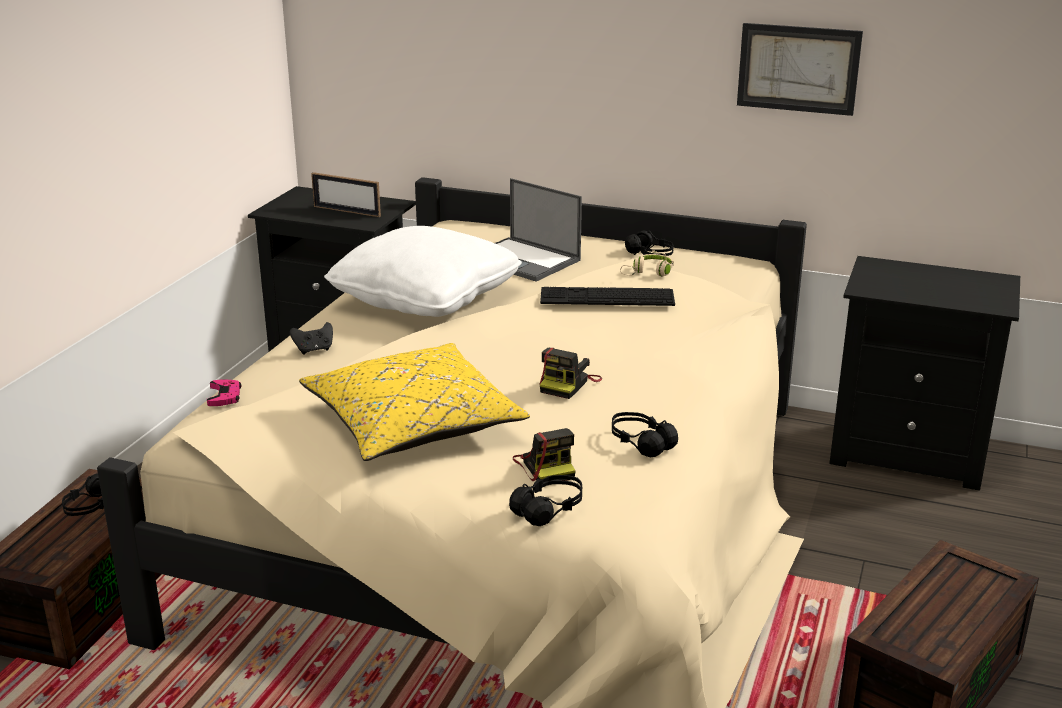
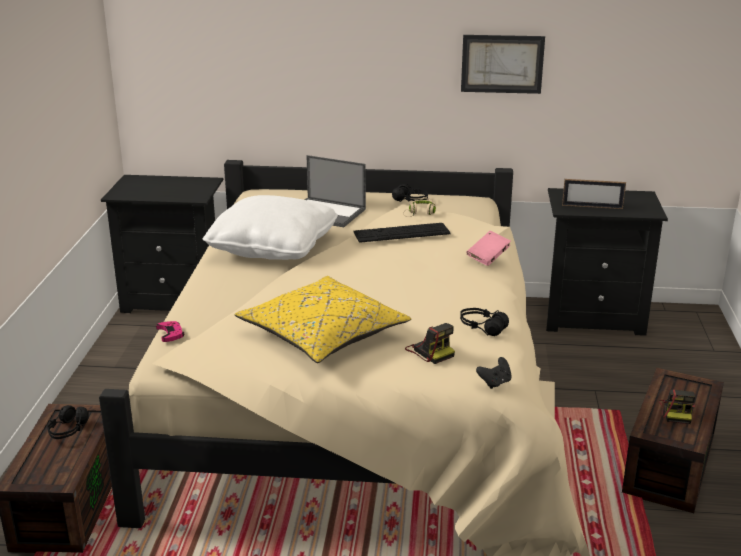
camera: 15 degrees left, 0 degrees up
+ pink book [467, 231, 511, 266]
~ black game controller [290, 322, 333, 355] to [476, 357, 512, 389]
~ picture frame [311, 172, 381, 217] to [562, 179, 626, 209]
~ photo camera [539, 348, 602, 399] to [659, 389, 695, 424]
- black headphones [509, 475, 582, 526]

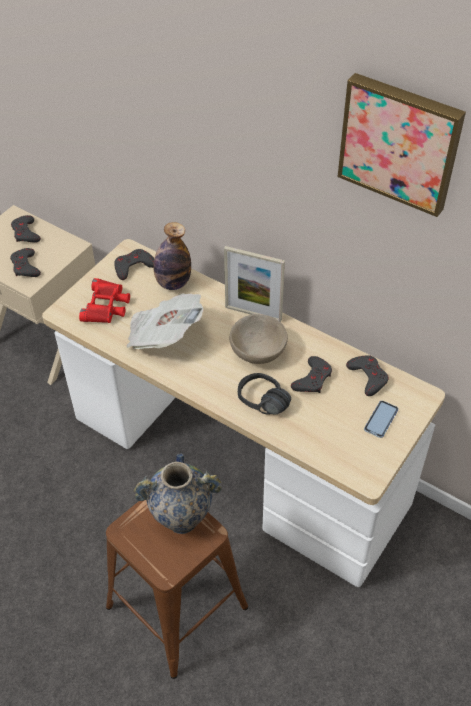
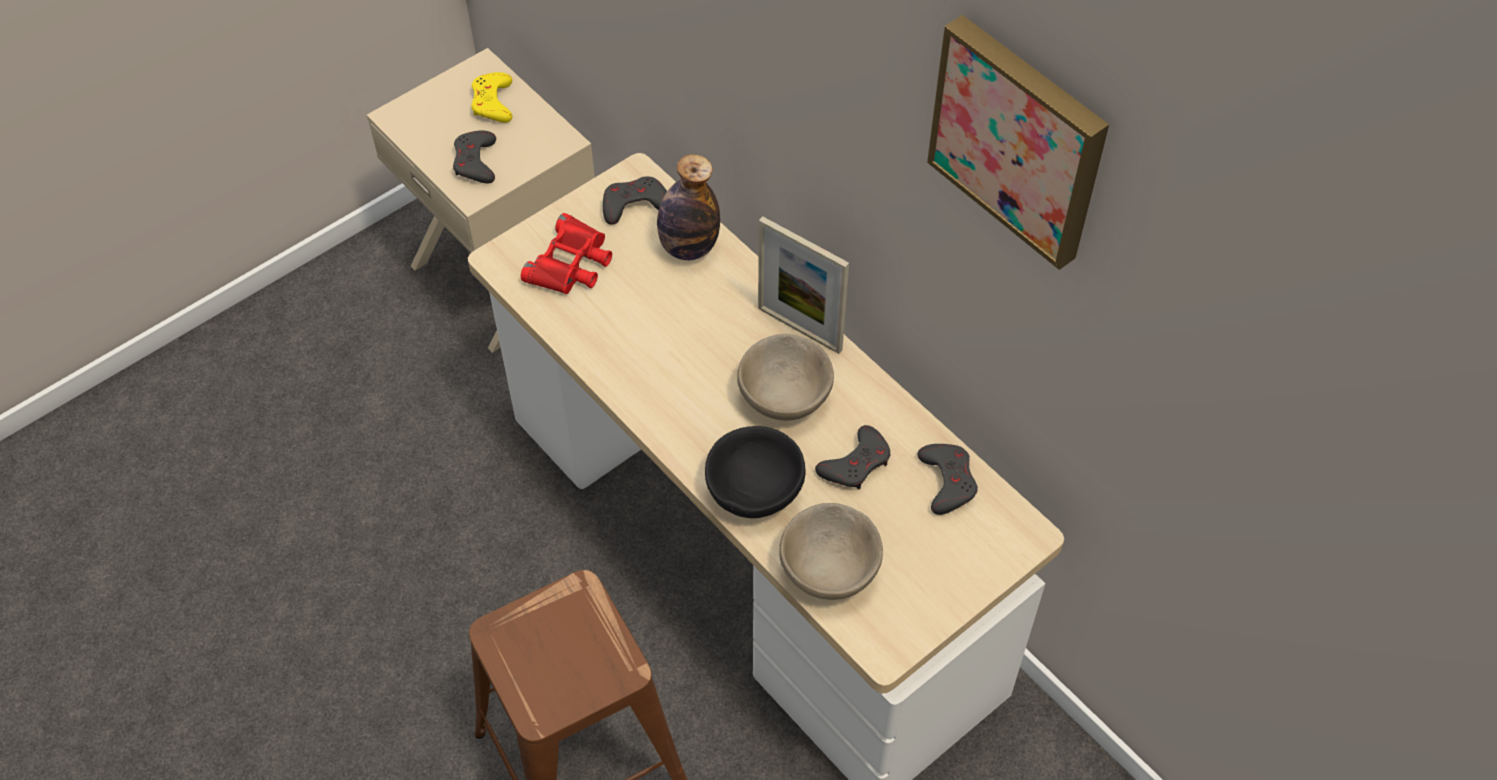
camera: 15 degrees right, 5 degrees up
~ grey game controller [11, 215, 41, 243] to yellow game controller [471, 72, 512, 123]
~ black headphones [238, 373, 291, 415] to black bowl [705, 426, 806, 518]
+ beige bowl [779, 503, 883, 600]
- newspaper [126, 294, 204, 349]
- vase [134, 453, 222, 534]
- phone [364, 401, 398, 438]

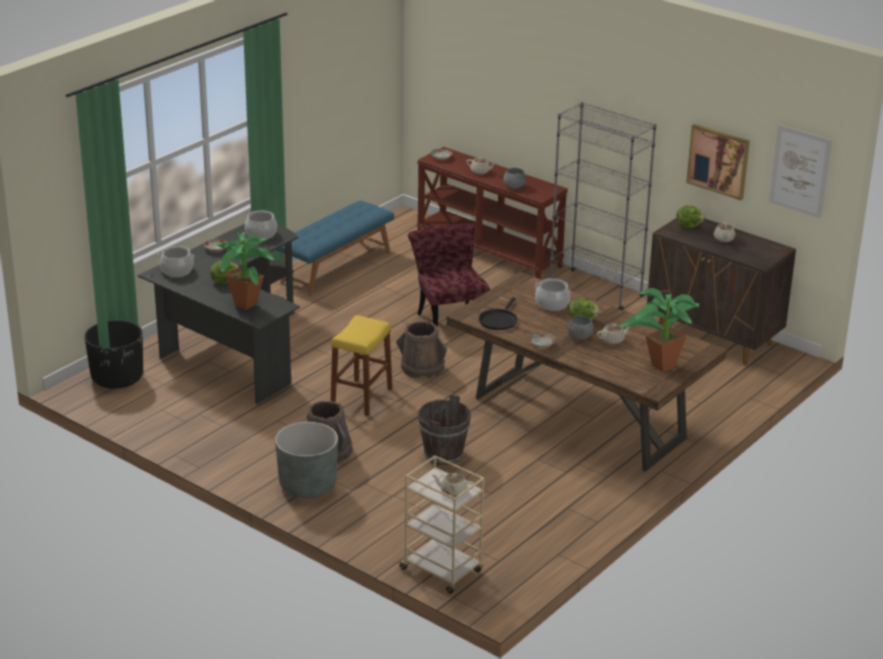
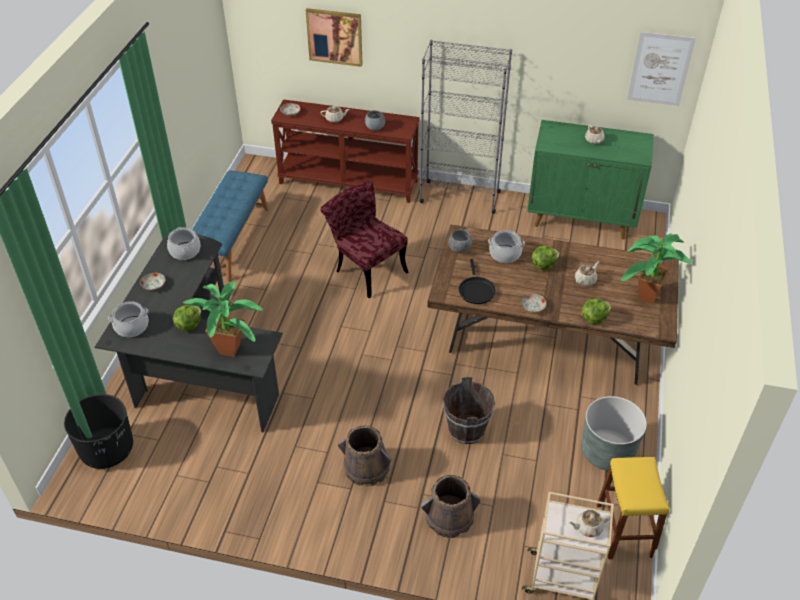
camera: 25 degrees left, 15 degrees up
~ picture [686, 124, 750, 200] to [306, 8, 363, 67]
~ brown bucket [396, 321, 447, 379] to [421, 475, 480, 538]
~ grey bowl [567, 315, 594, 340] to [448, 230, 472, 253]
~ brown cabinet [647, 218, 796, 366] to green cabinet [527, 120, 654, 240]
~ grey planter [275, 422, 338, 498] to [581, 396, 647, 471]
~ lettuce [676, 205, 705, 228] to [582, 298, 611, 325]
~ yellow stool [331, 315, 393, 416] to [597, 457, 670, 559]

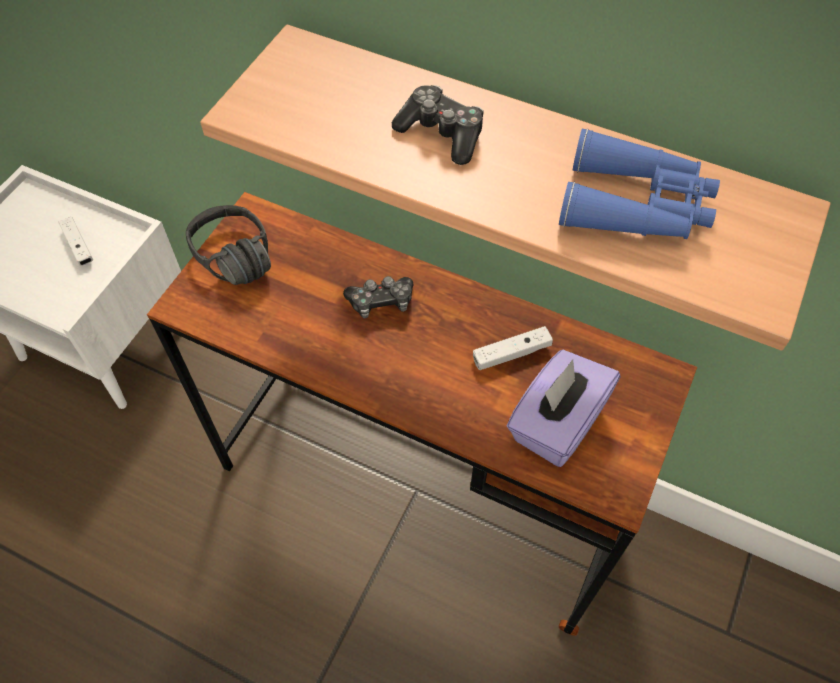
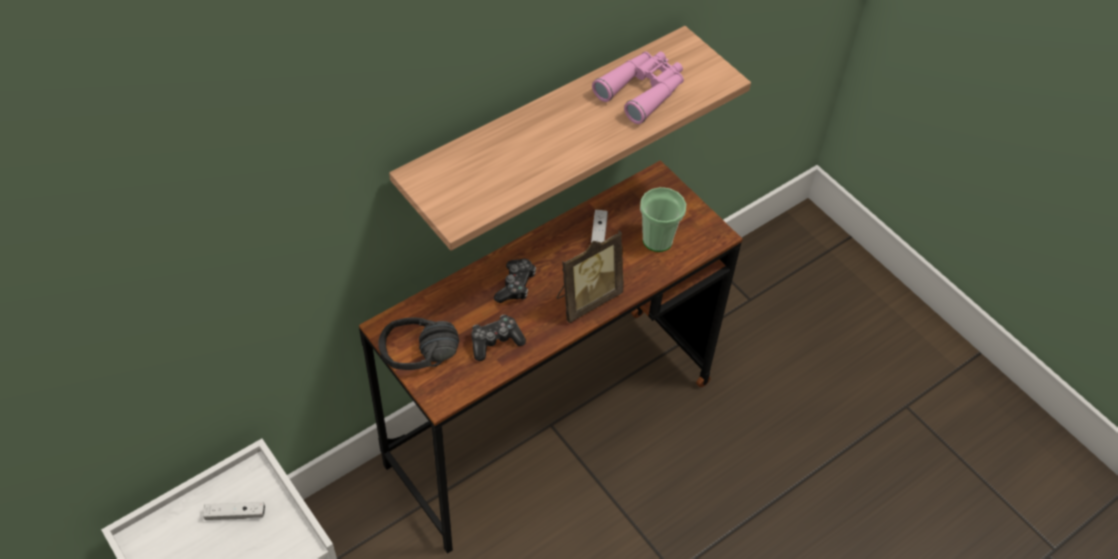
camera: 65 degrees left, 5 degrees down
~ game controller [392, 85, 484, 165] to [471, 315, 526, 361]
+ picture frame [556, 231, 624, 323]
~ blue binoculars [559, 129, 720, 239] to pink binoculars [592, 51, 684, 124]
~ purple tissue box [507, 350, 620, 467] to cup [640, 187, 686, 252]

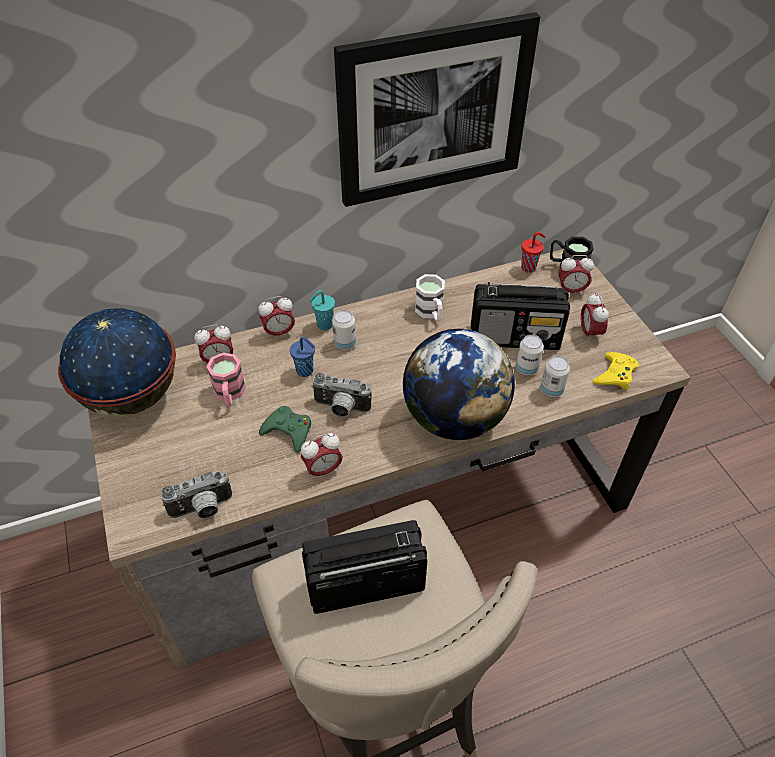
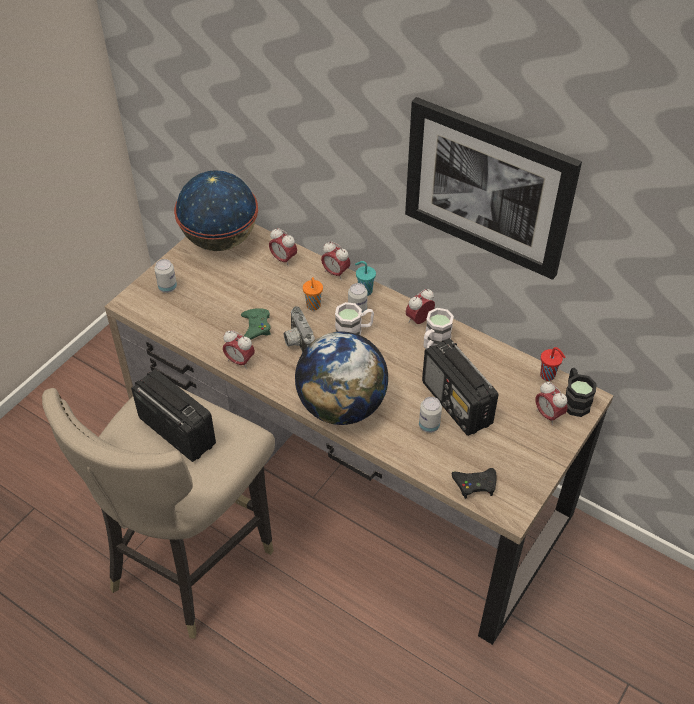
camera: 55 degrees right, 0 degrees up
~ can [541, 356, 570, 397] to [154, 259, 177, 293]
~ blue cup [290, 337, 315, 377] to orange cup [303, 277, 323, 310]
+ white mug [335, 302, 374, 336]
~ alarm clock [581, 293, 609, 342] to [406, 289, 435, 324]
~ yellow game controller [593, 352, 639, 389] to black game controller [451, 468, 496, 499]
- photo camera [161, 471, 232, 519]
- pink mug [206, 353, 246, 406]

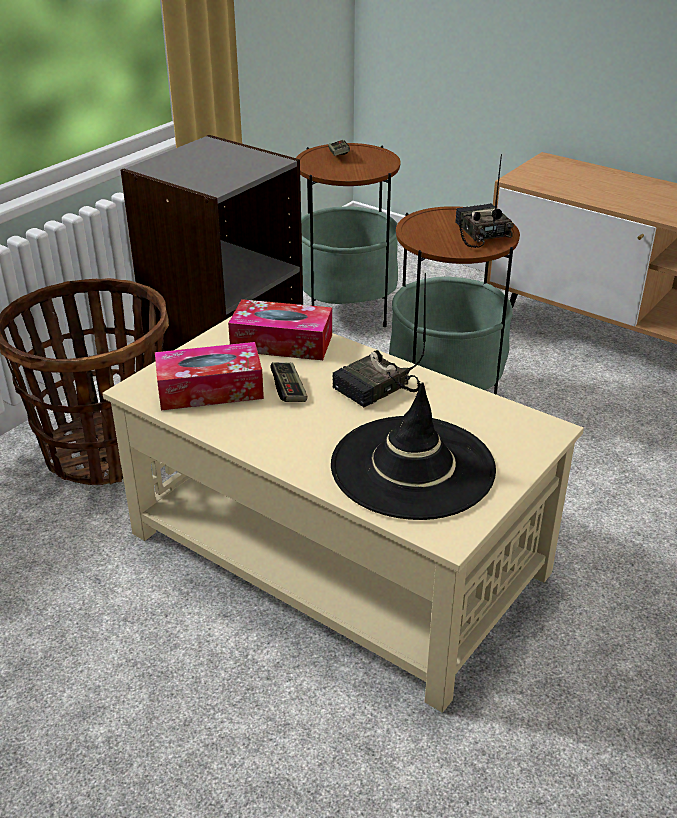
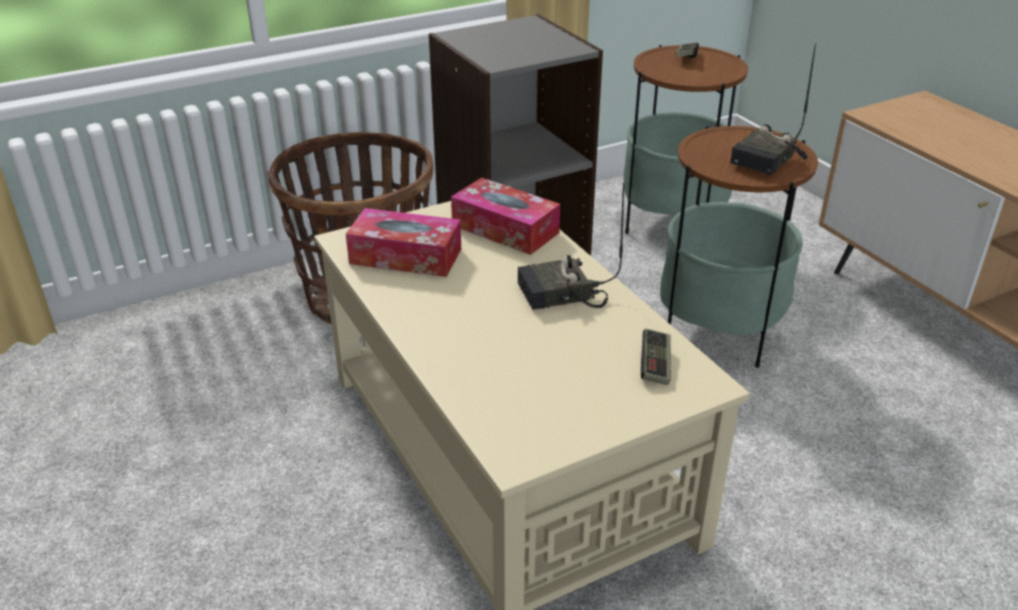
camera: 25 degrees right, 0 degrees up
~ game controller [270, 362, 308, 402] to [641, 329, 671, 385]
~ radio [455, 154, 514, 248] = [730, 43, 816, 175] 150 degrees counterclockwise
- black hat [331, 382, 496, 520]

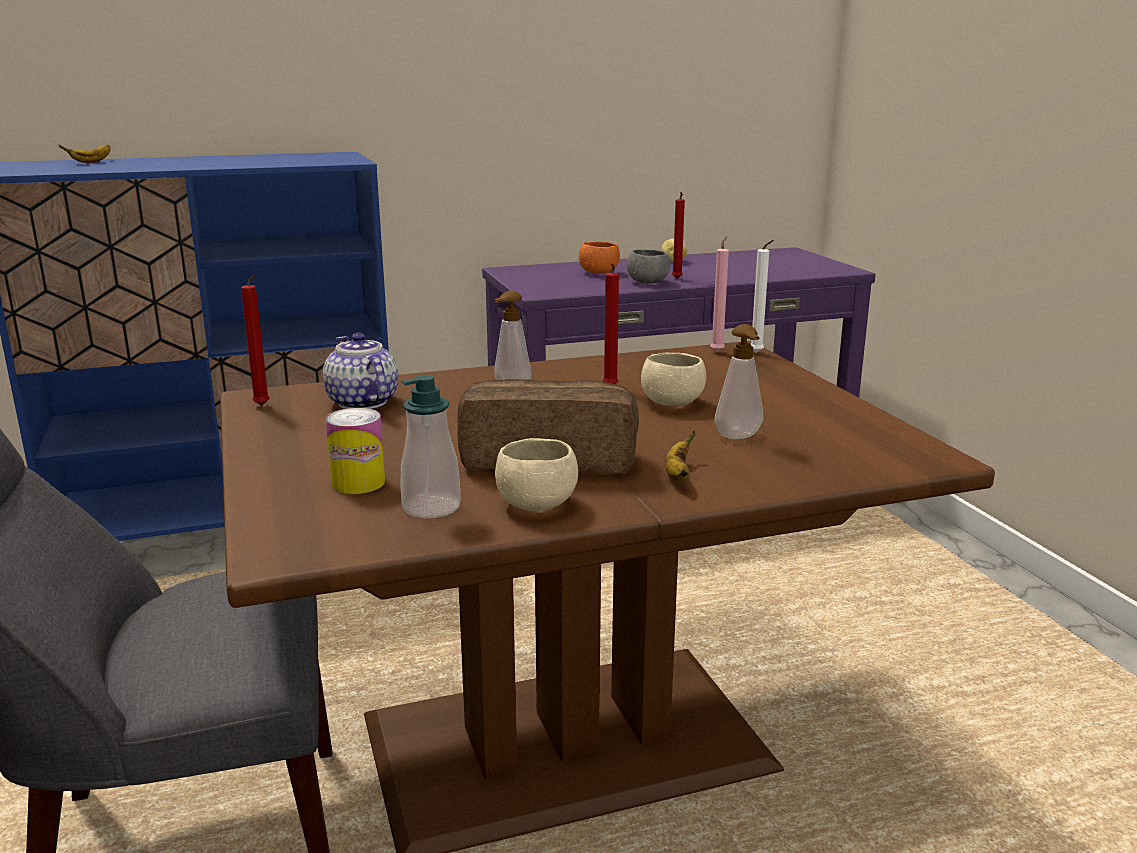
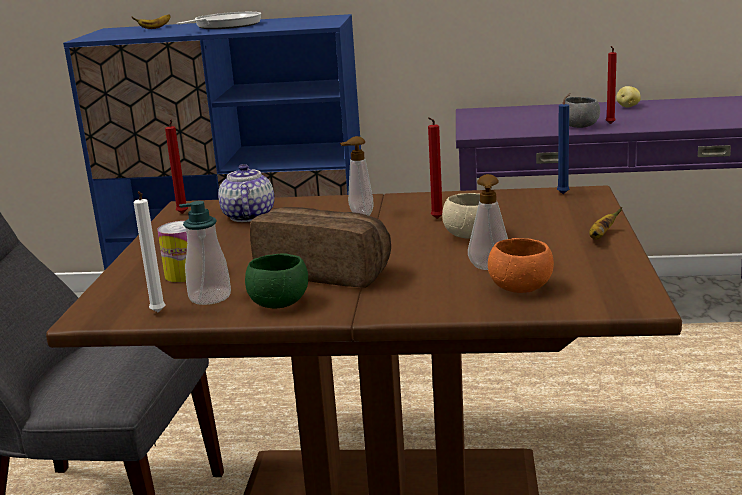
camera: 25 degrees right, 0 degrees up
~ white candle [751, 240, 774, 353] to [133, 191, 165, 313]
+ frying pan [177, 12, 261, 29]
~ beige bowl [495, 438, 578, 511] to green bowl [245, 253, 308, 309]
~ orange bowl [579, 242, 620, 274] to [488, 238, 554, 293]
~ pink candle [711, 236, 729, 352] to blue candle [557, 93, 570, 194]
~ banana [665, 431, 695, 481] to [589, 207, 622, 240]

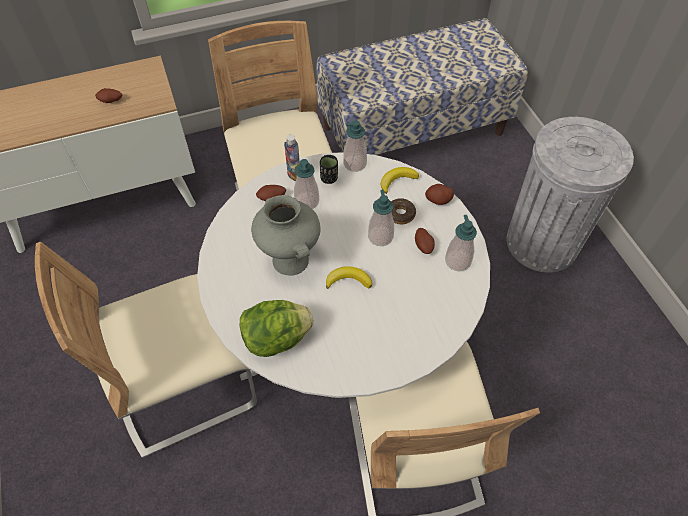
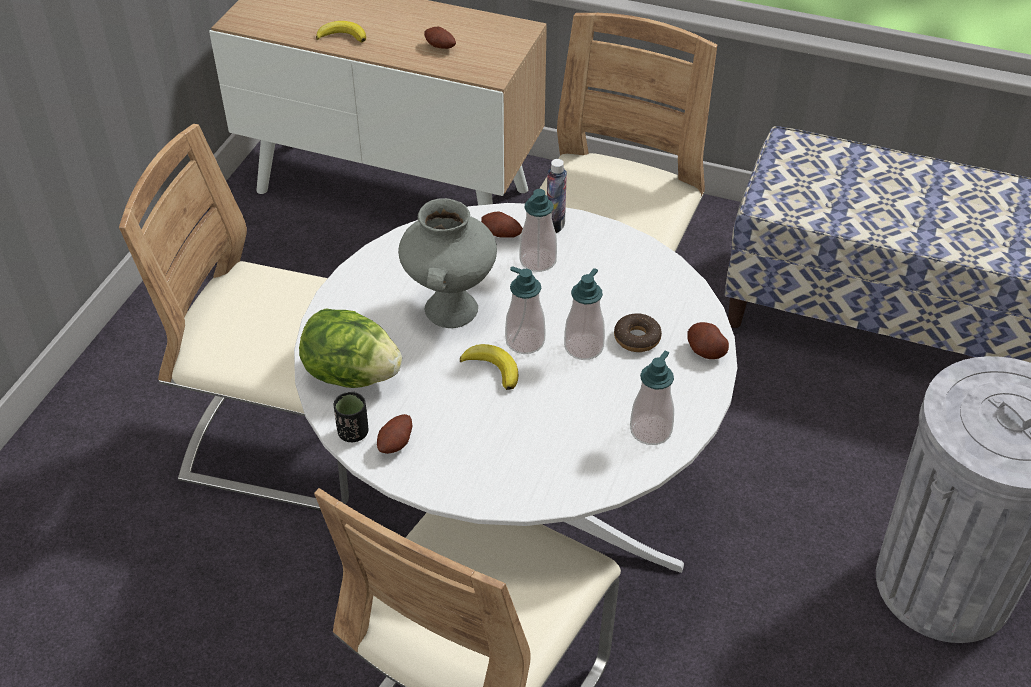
camera: 40 degrees right, 10 degrees down
~ banana [381, 167, 419, 194] to [316, 21, 366, 42]
~ black cup [320, 155, 338, 184] to [334, 392, 368, 442]
~ potato [415, 228, 435, 254] to [377, 414, 413, 454]
~ soap dispenser [343, 120, 367, 172] to [505, 266, 546, 354]

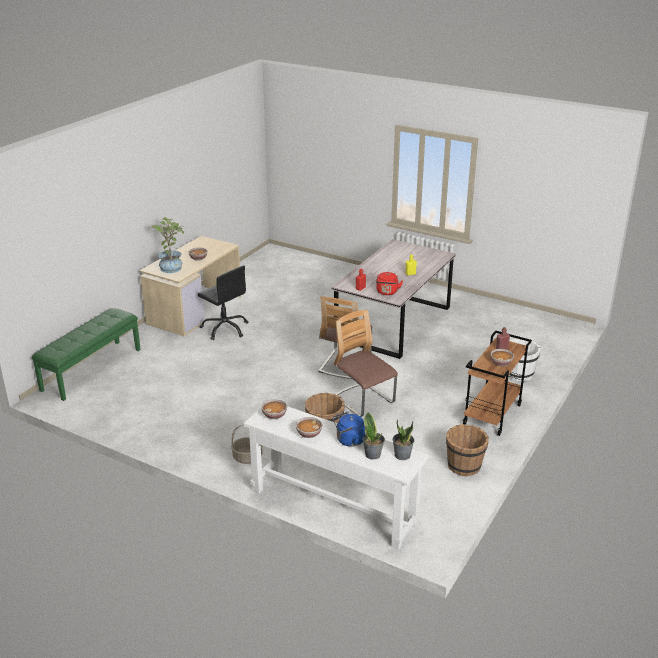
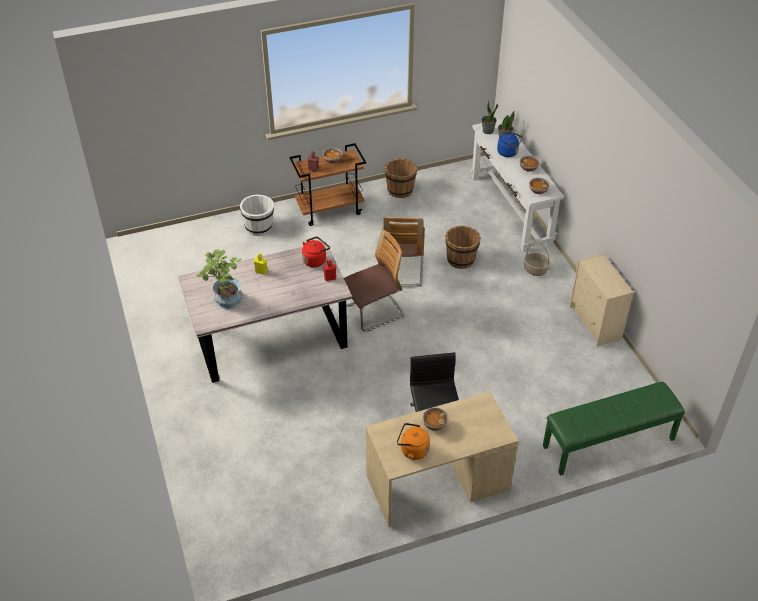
camera: 140 degrees left, 15 degrees up
~ potted plant [151, 217, 184, 273] to [197, 250, 242, 309]
+ orange kettle [397, 423, 430, 460]
+ beige dresser [569, 254, 634, 346]

